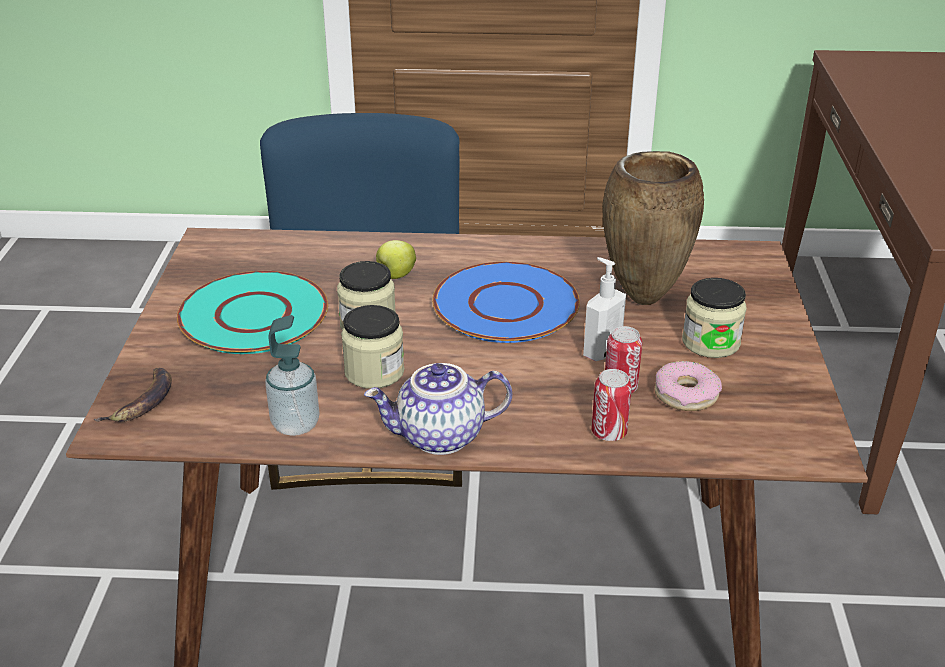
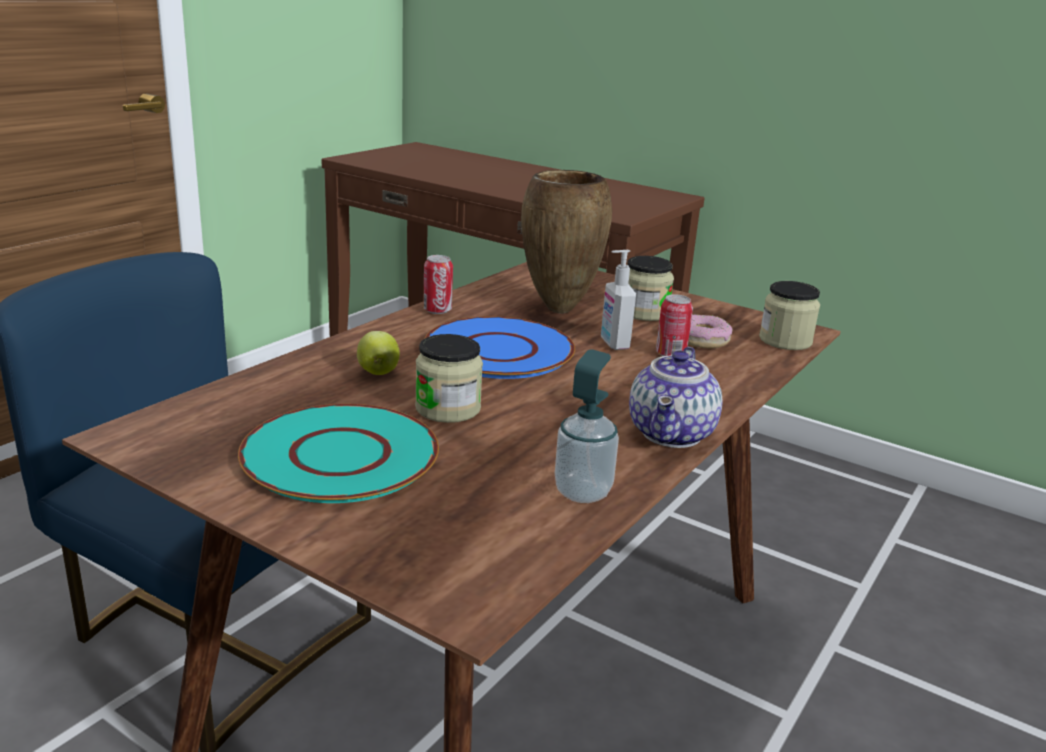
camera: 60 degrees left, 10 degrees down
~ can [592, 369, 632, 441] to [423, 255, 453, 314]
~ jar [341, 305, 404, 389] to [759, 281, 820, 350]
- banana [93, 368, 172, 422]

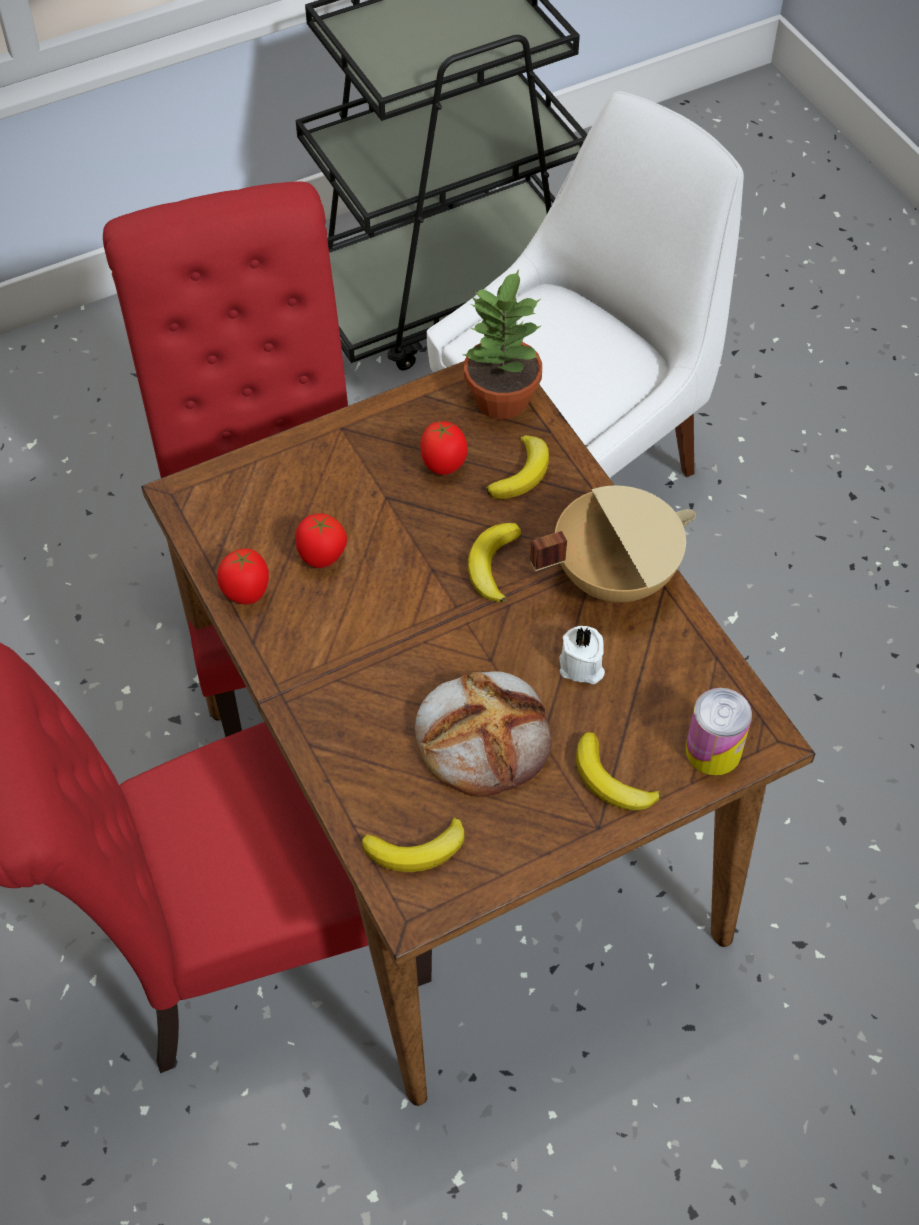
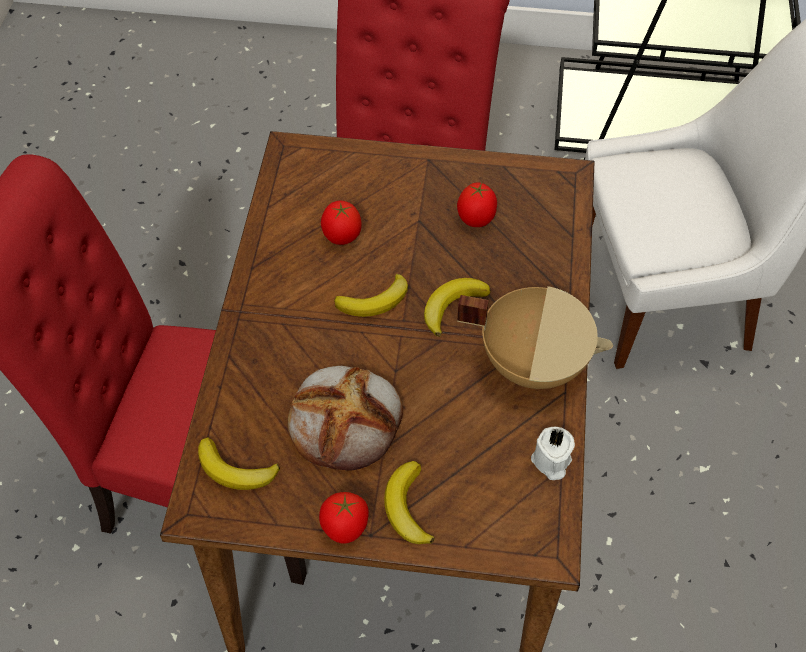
camera: 35 degrees right, 0 degrees up
~ tomato [217, 548, 269, 604] to [319, 492, 369, 544]
~ banana [486, 435, 549, 499] to [334, 274, 408, 317]
~ white candle [559, 626, 605, 684] to [531, 427, 575, 480]
- potted plant [463, 269, 542, 419]
- can [685, 688, 752, 776]

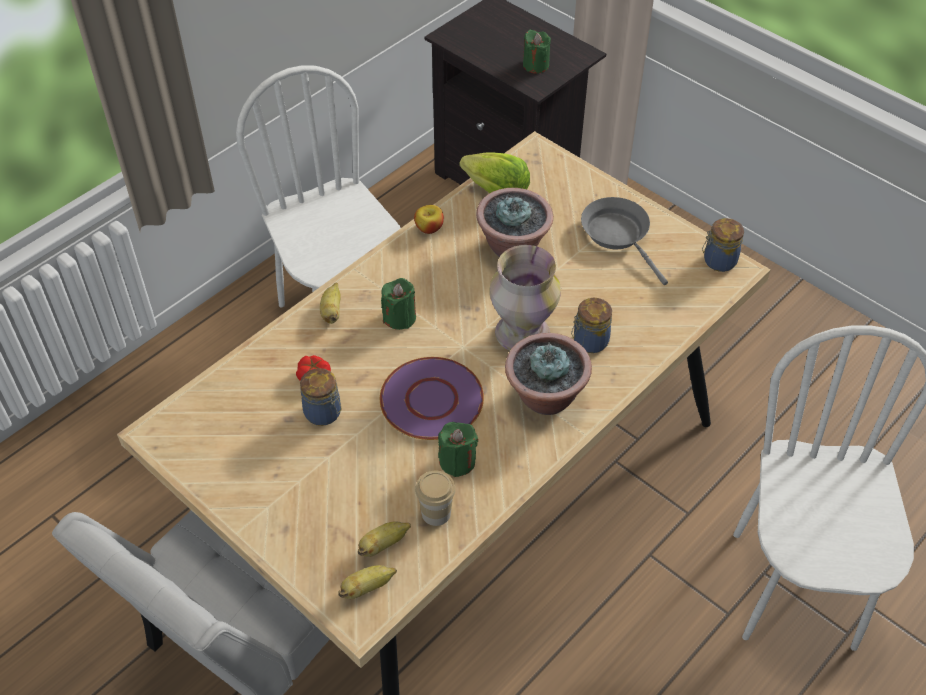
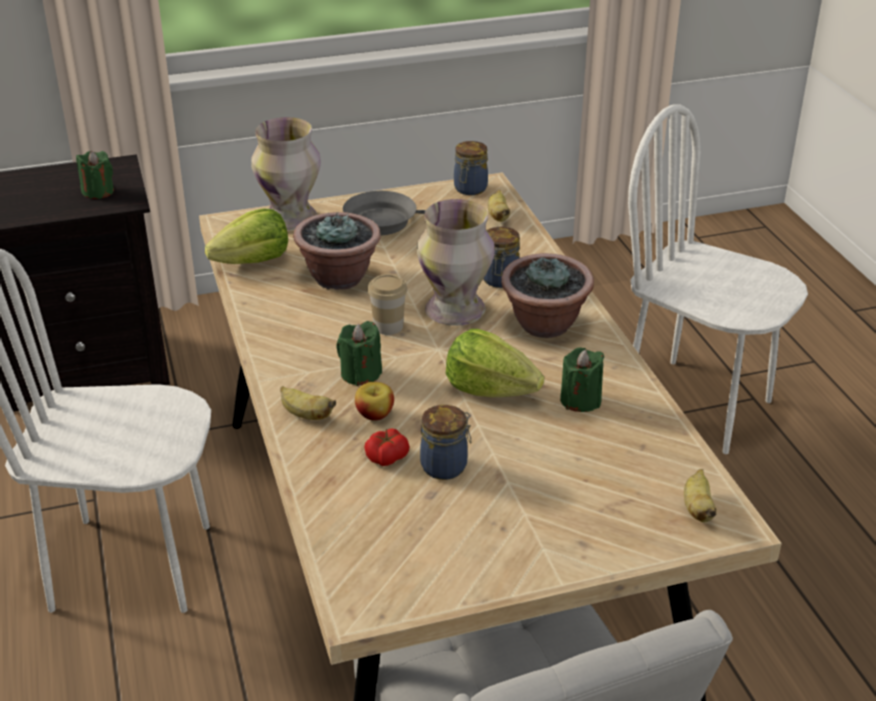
camera: 60 degrees left, 15 degrees down
+ vase [251, 117, 321, 231]
~ apple [414, 205, 444, 234] to [355, 382, 394, 421]
~ cup [415, 471, 456, 526] to [368, 274, 407, 335]
~ purple plate [380, 357, 484, 440] to lettuce [446, 329, 544, 397]
~ banana [358, 521, 411, 557] to [488, 190, 510, 222]

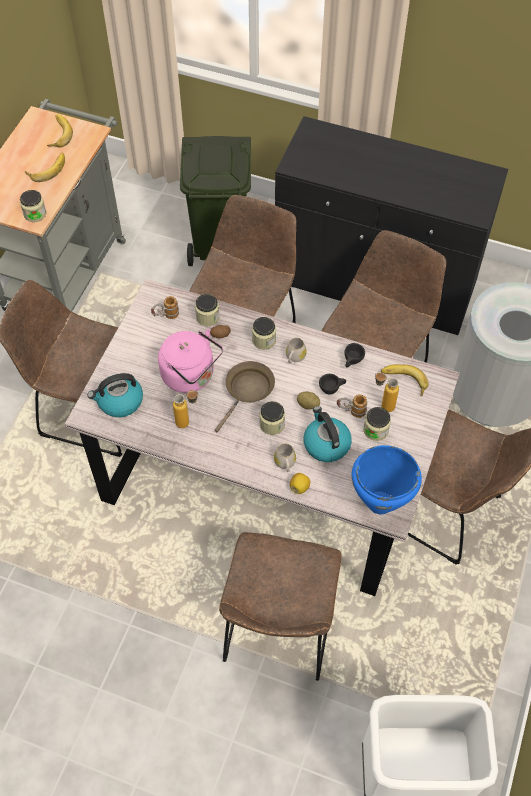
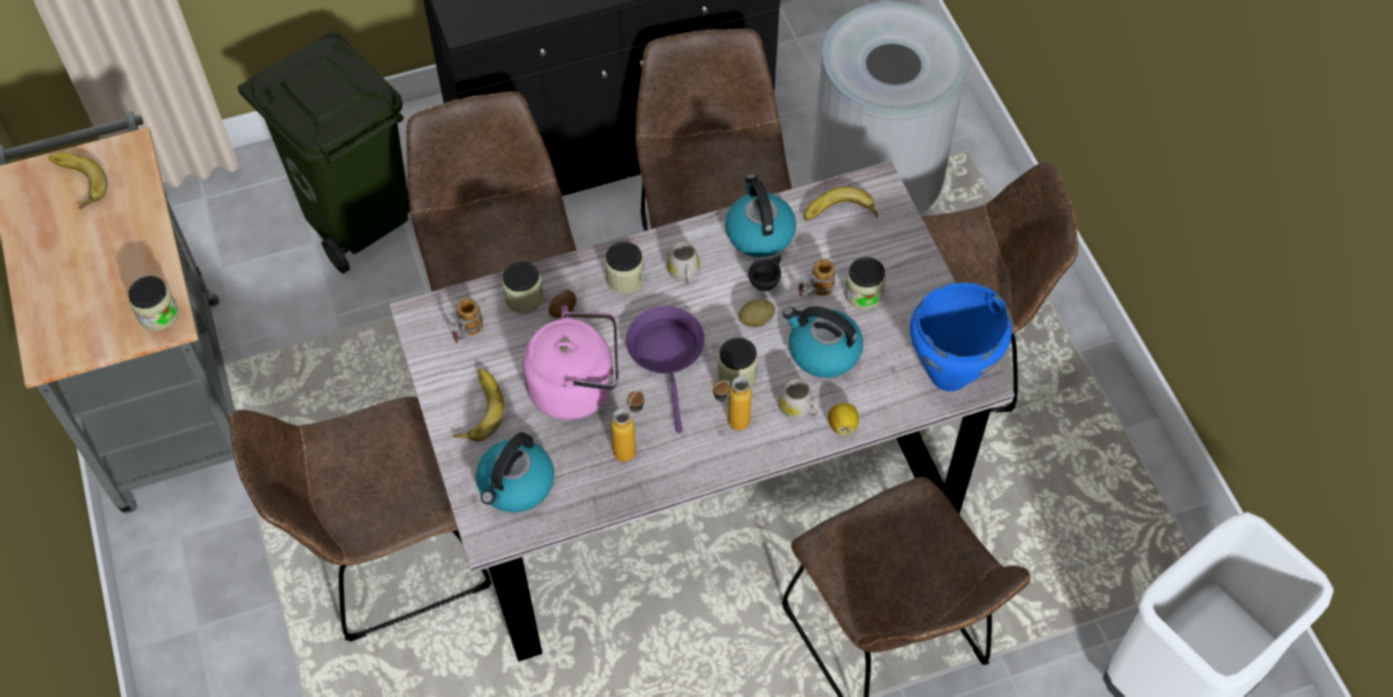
camera: 40 degrees left, 0 degrees up
~ banana [25, 153, 65, 182] to [452, 368, 504, 441]
~ brown frying pan [215, 361, 275, 432] to purple frying pan [626, 306, 705, 433]
~ bottle [375, 372, 399, 412] to [712, 377, 752, 430]
~ black cup [344, 343, 365, 368] to kettle [725, 174, 796, 257]

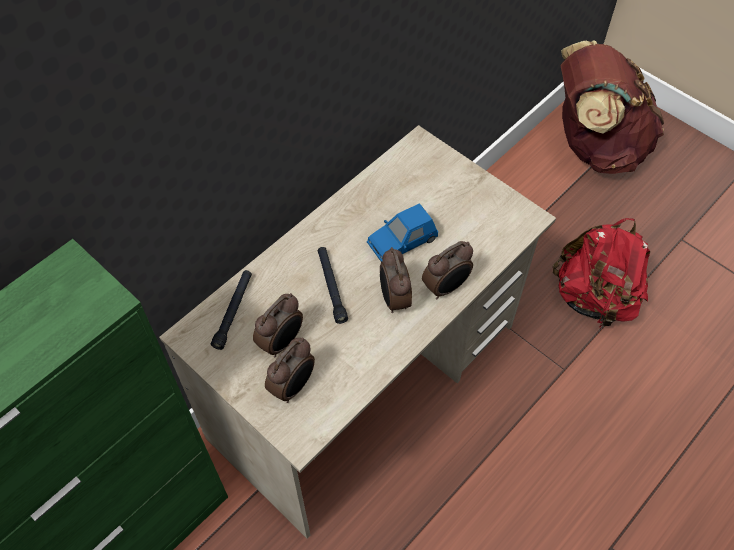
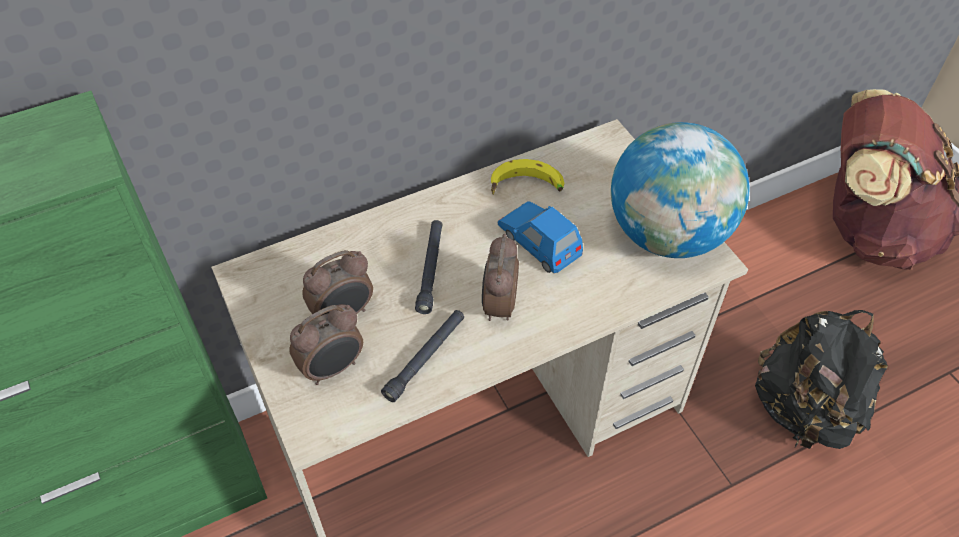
camera: 20 degrees right, 5 degrees down
~ black flashlight [211, 270, 252, 350] to [381, 310, 464, 402]
+ banana [491, 159, 564, 194]
~ blue toy car [367, 203, 438, 262] = [498, 201, 583, 273] 60 degrees clockwise
+ globe [611, 122, 750, 258]
~ red backpack [553, 218, 650, 328] to black backpack [755, 310, 888, 449]
- alarm clock [422, 241, 473, 300]

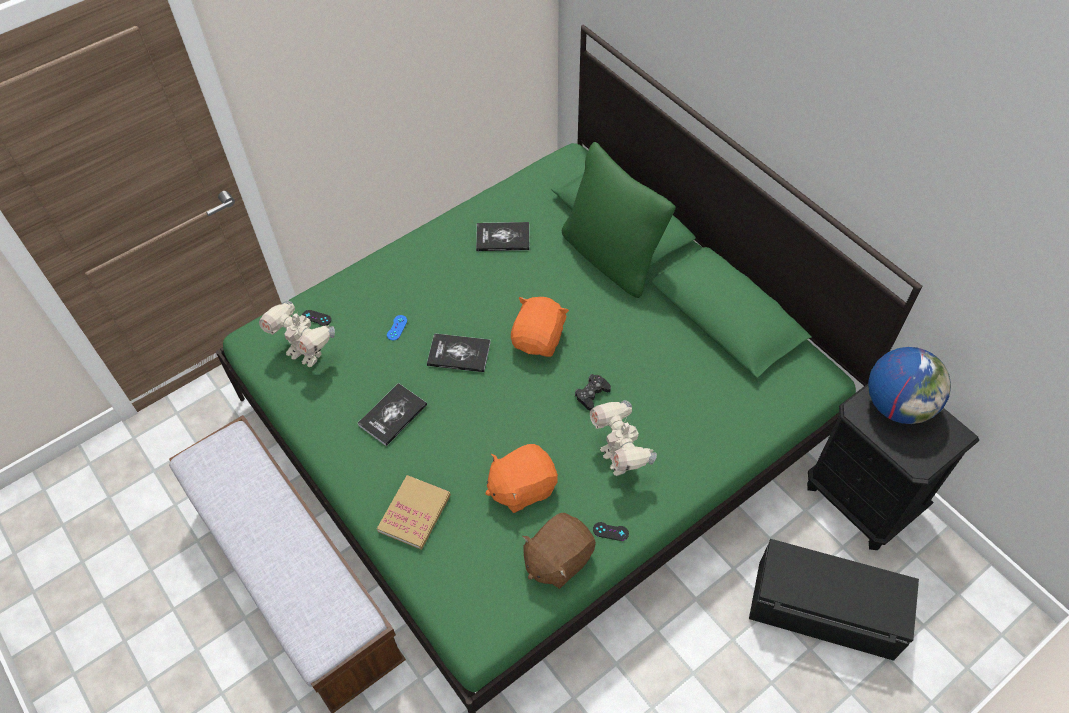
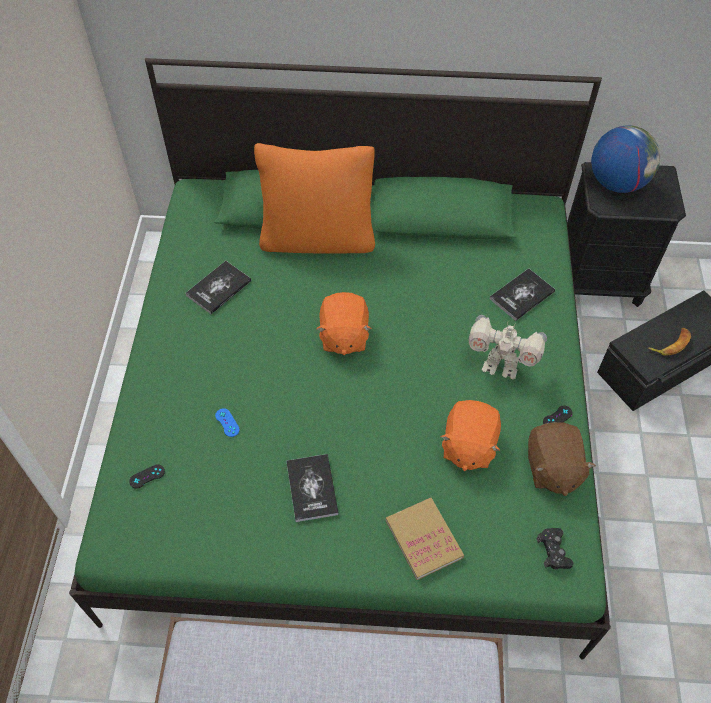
camera: 50 degrees left, 0 degrees up
~ green pillow [562, 142, 676, 298] to orange pillow [254, 143, 375, 253]
~ orange plush toy [511, 297, 569, 357] = [316, 292, 372, 355] 150 degrees counterclockwise
~ book [427, 333, 491, 372] to [490, 268, 555, 321]
~ black game controller [575, 374, 611, 411] to [536, 528, 573, 569]
+ banana [648, 328, 691, 356]
- toy robot [259, 300, 335, 367]

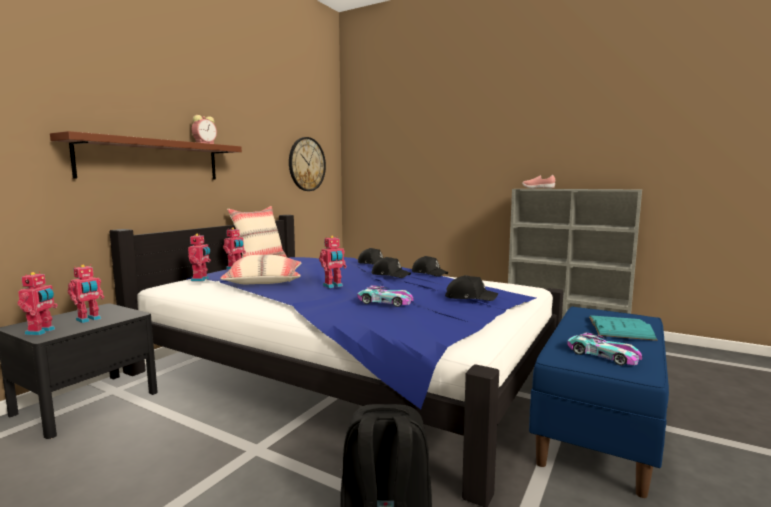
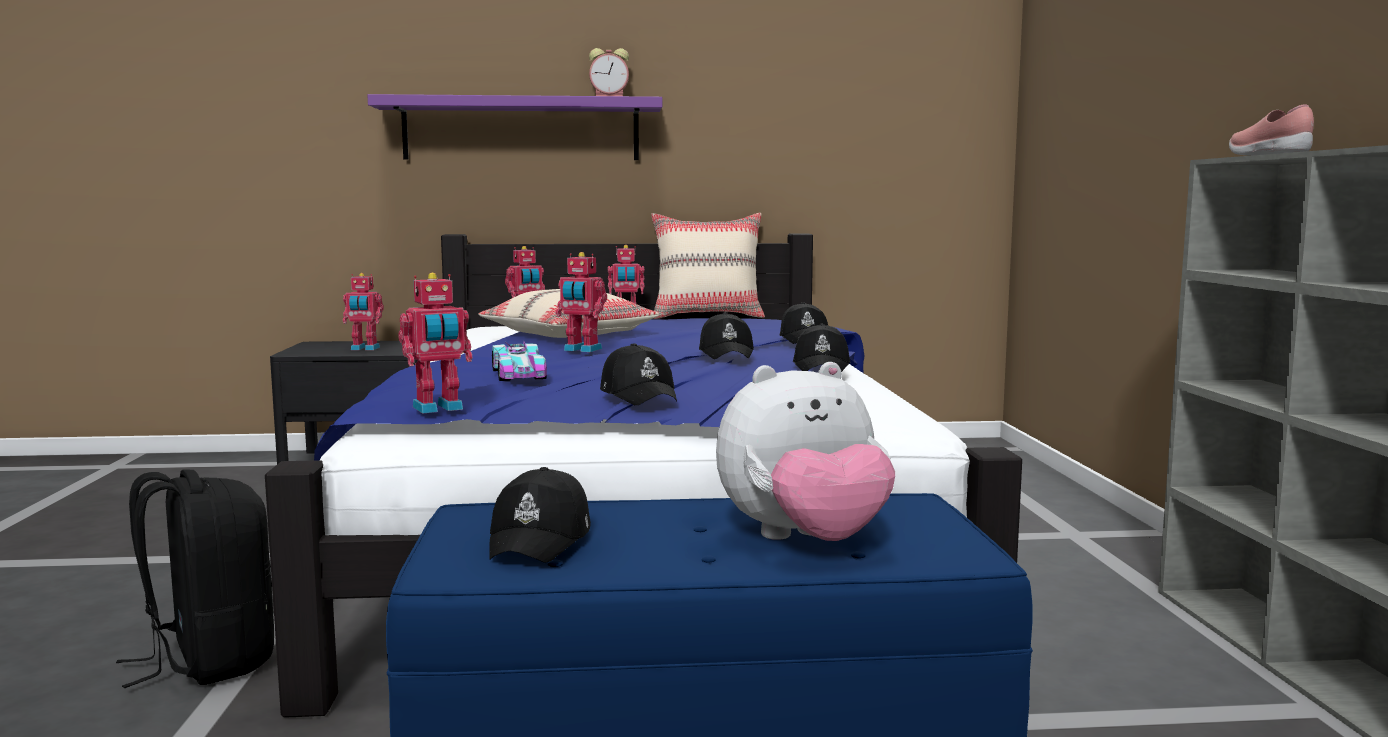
camera: 55 degrees right, 0 degrees up
~ brown shelf [50, 131, 242, 180] to purple shelf [367, 94, 662, 160]
~ toy robot [17, 271, 58, 335] to [398, 273, 472, 414]
~ toy car [567, 332, 642, 366] to black cap [489, 467, 591, 563]
~ turquoise book [589, 315, 658, 341] to plush toy [716, 362, 895, 541]
- wall clock [289, 137, 326, 191]

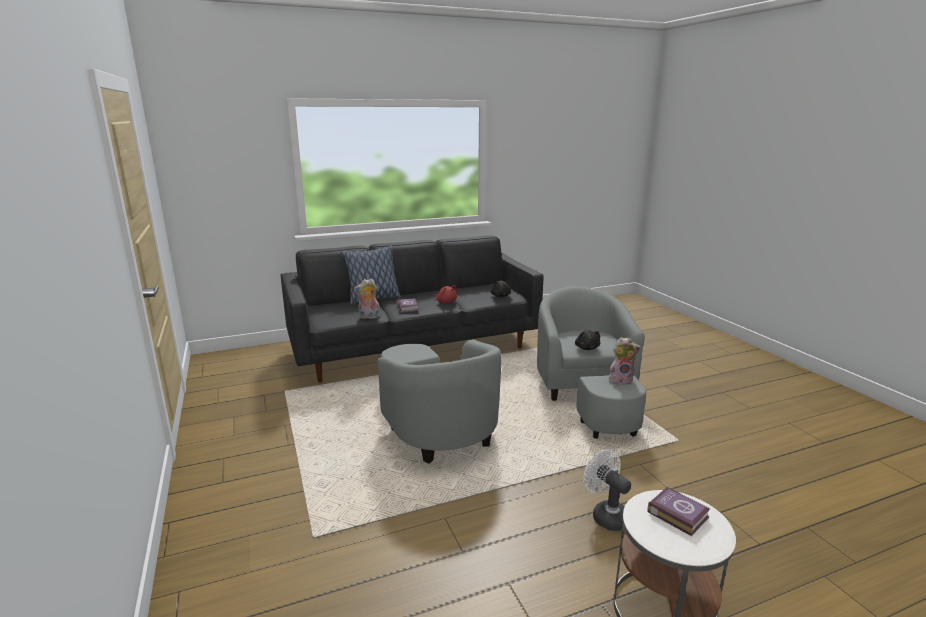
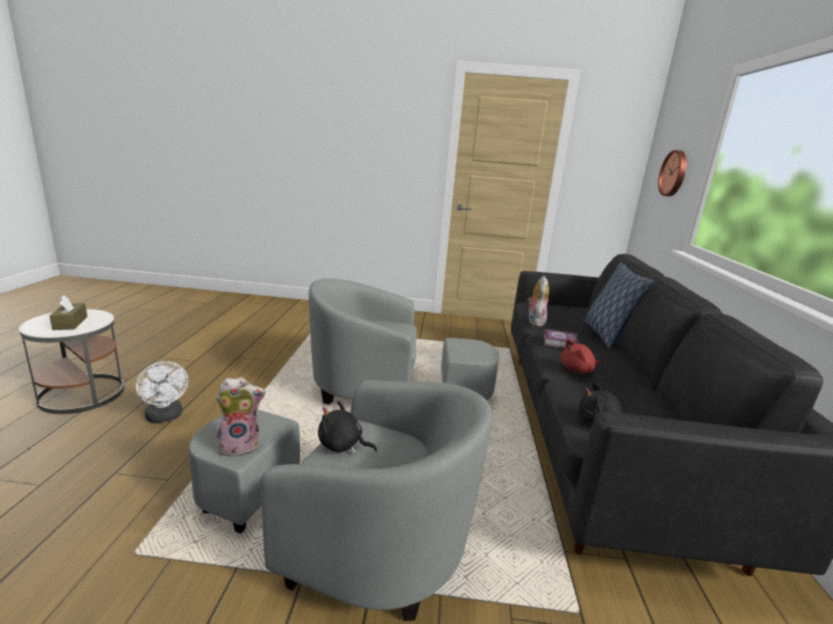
camera: 115 degrees right, 0 degrees up
~ book [647, 487, 710, 536] to brown tissue box [50, 295, 88, 330]
~ white fan [583, 449, 631, 531] = [136, 361, 188, 423] 60 degrees clockwise
~ plush toy [609, 337, 641, 385] = [216, 377, 266, 457] 135 degrees counterclockwise
+ wall clock [658, 150, 687, 196]

